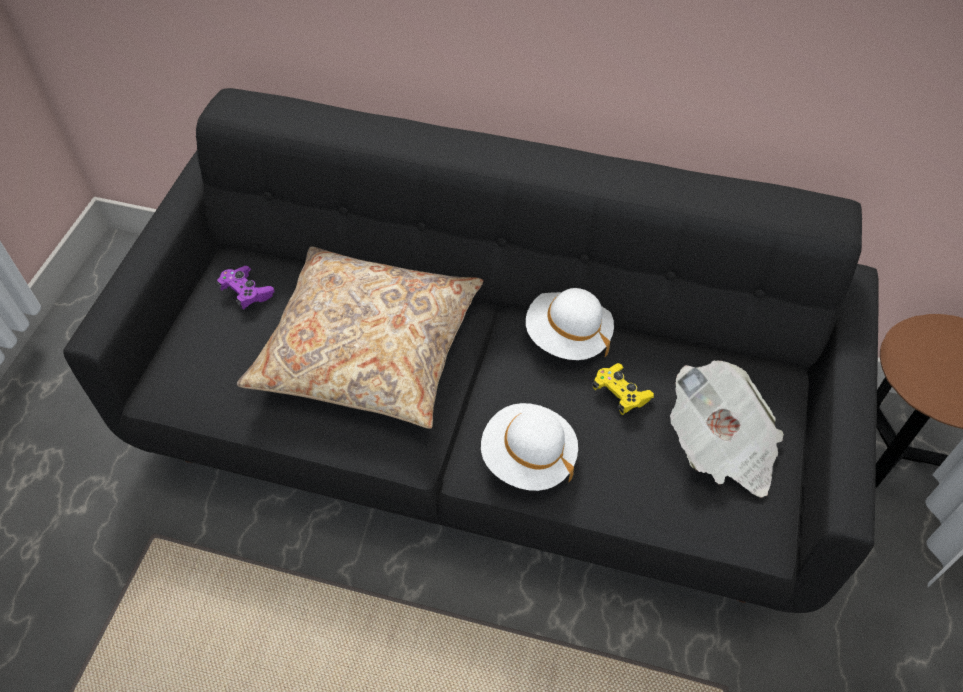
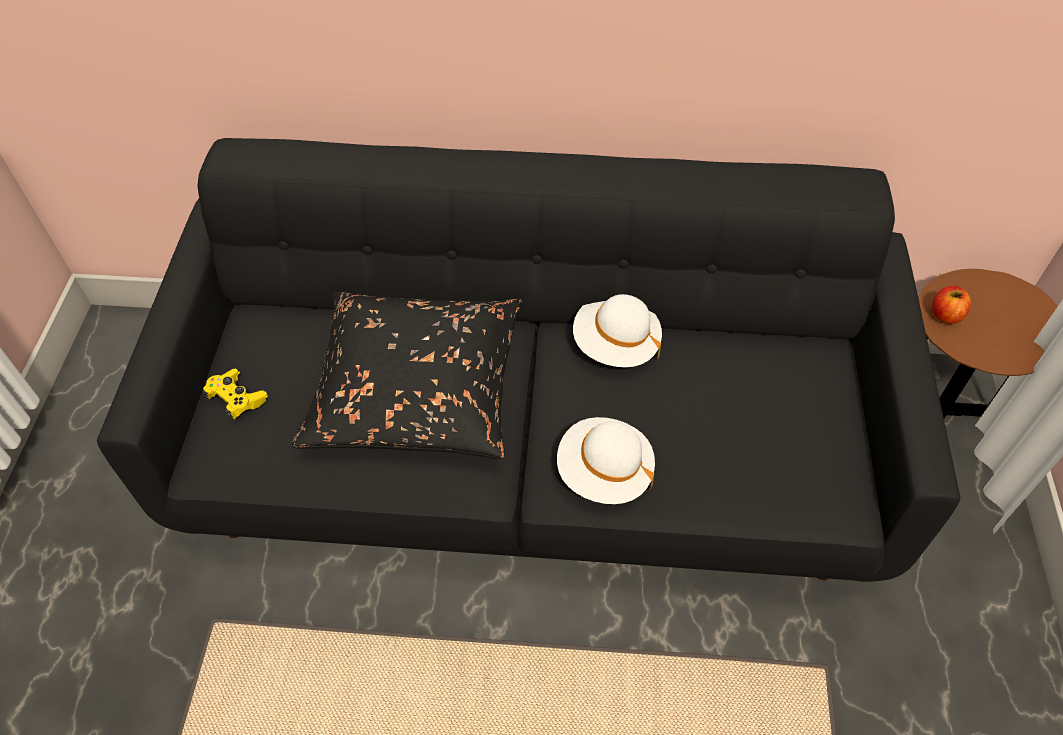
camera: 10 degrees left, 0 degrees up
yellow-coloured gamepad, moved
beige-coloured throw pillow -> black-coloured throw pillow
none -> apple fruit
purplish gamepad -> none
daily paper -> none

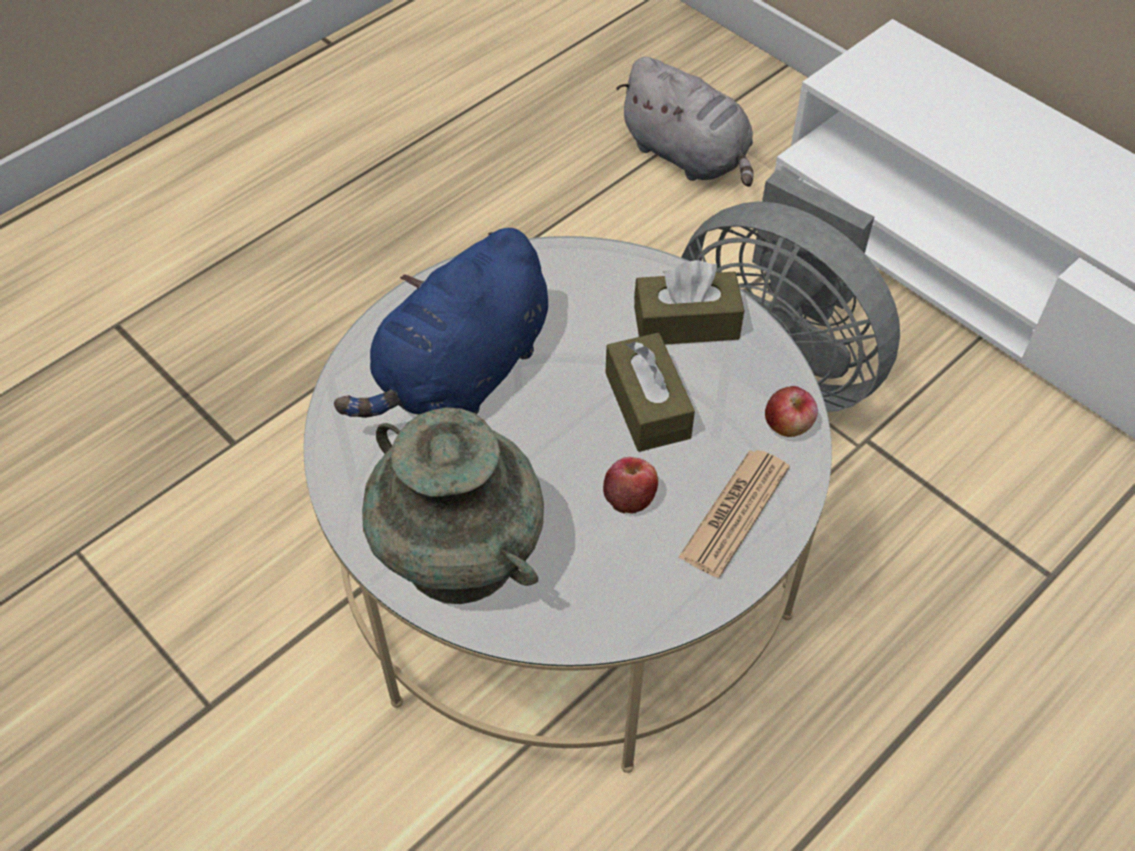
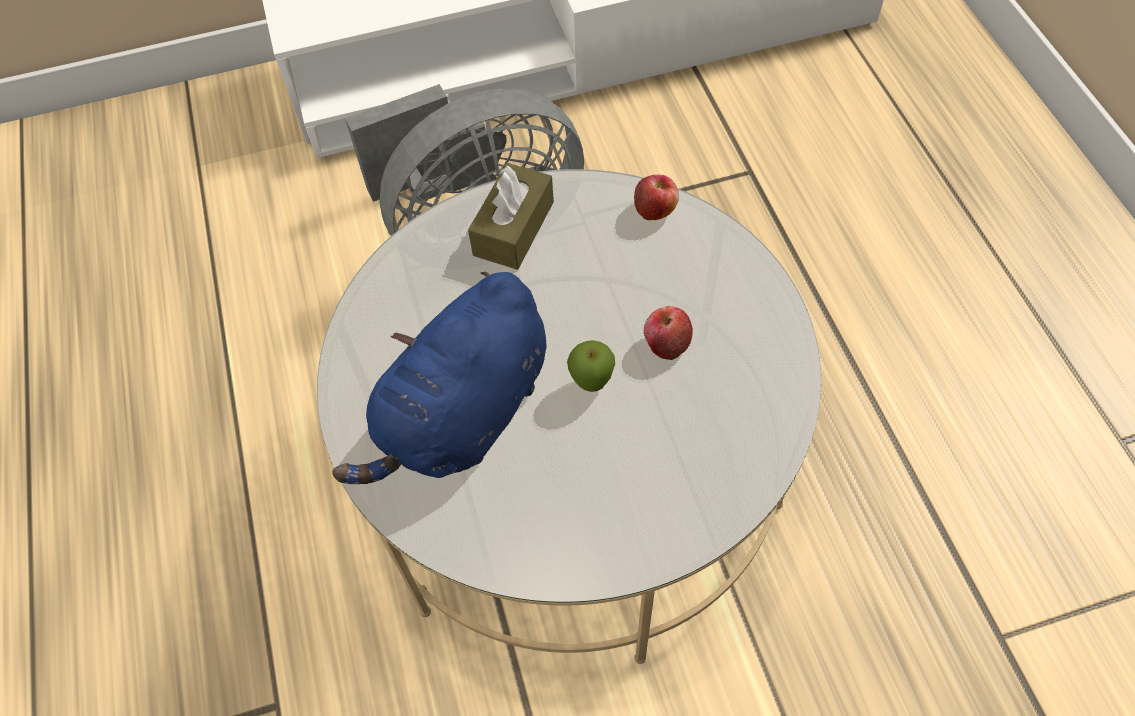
camera: 60 degrees left, 5 degrees up
bluish soft toy, 60 degrees clockwise
none -> apple fruit (1st from left)
turquoise-coloured decorative vase -> none
brown-coloured box of tissues (1st from left) -> none
grey soft toy -> none
daily paper -> none

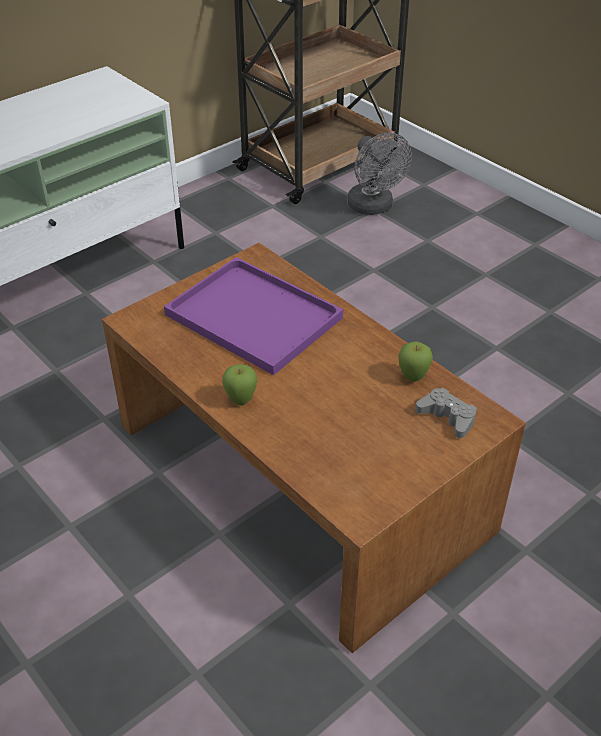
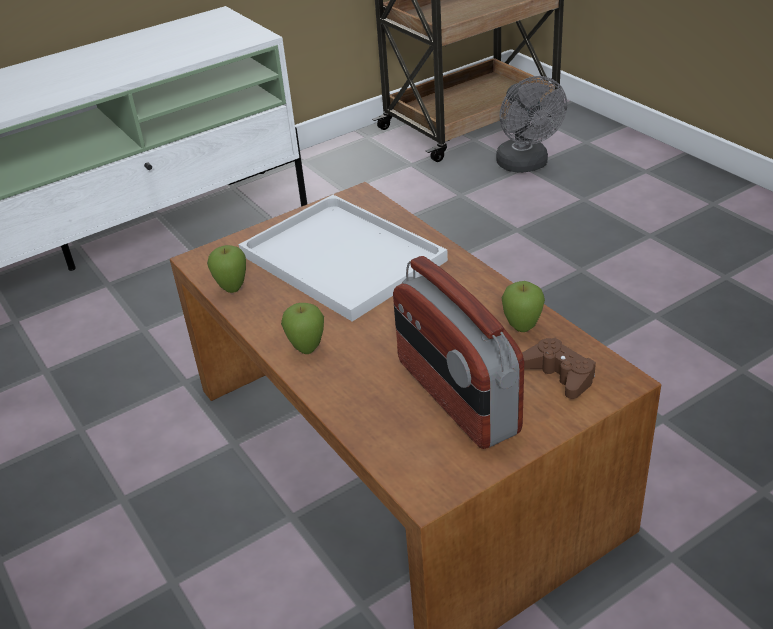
camera: 10 degrees right, 5 degrees down
none -> apple fruit (1st from left)
purplish tray -> white-coloured tray
none -> radio
grey gamepad -> brown-coloured gamepad

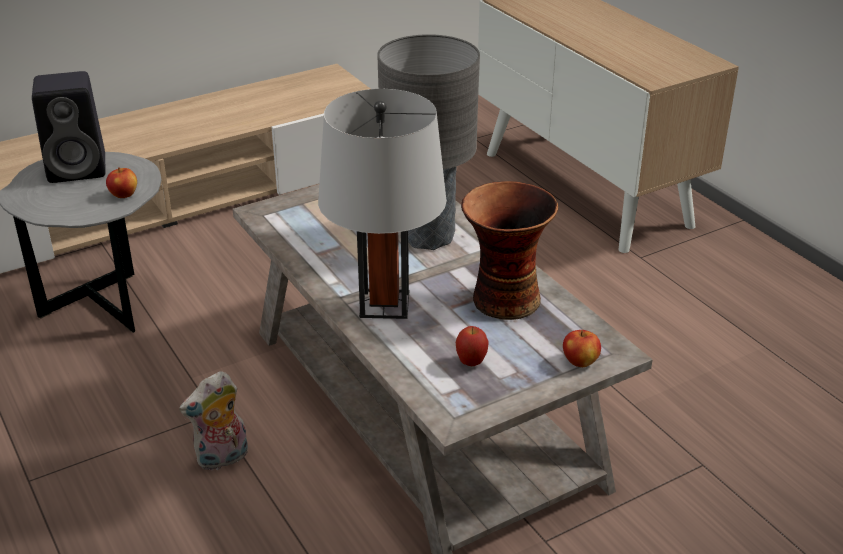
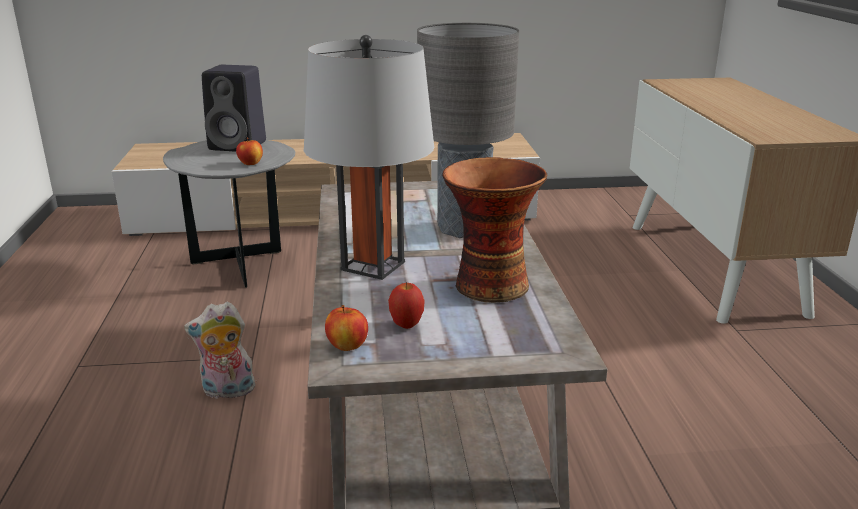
camera: 25 degrees right, 10 degrees down
apple fruit (3rd from left in the first image) -> apple fruit (2nd from left), moved

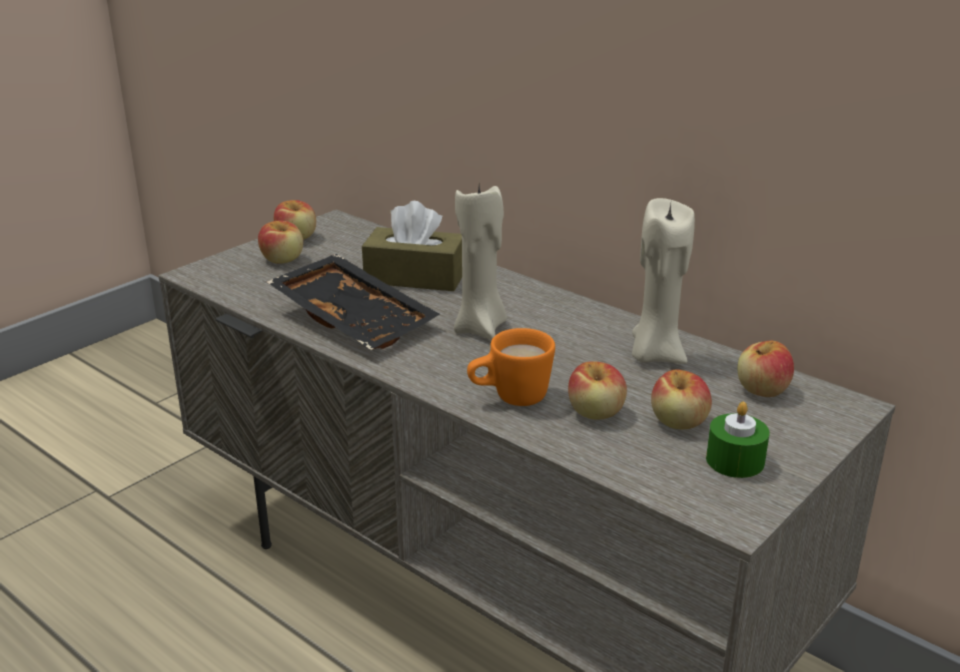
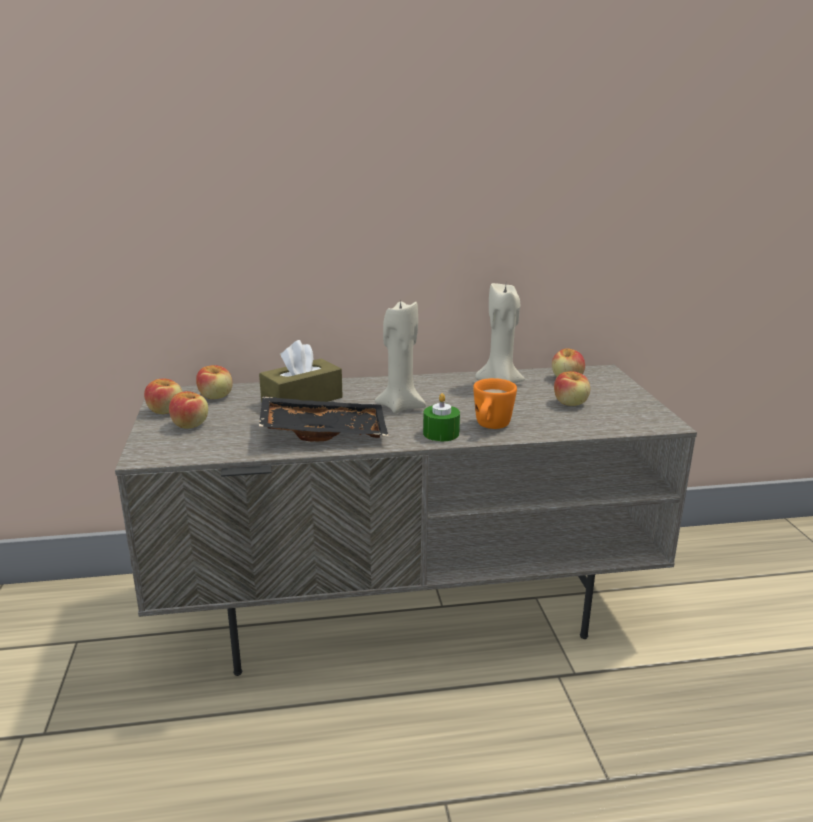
camera: 50 degrees left, 5 degrees down
apple fruit (3rd from left), moved
greenish wax candle, moved

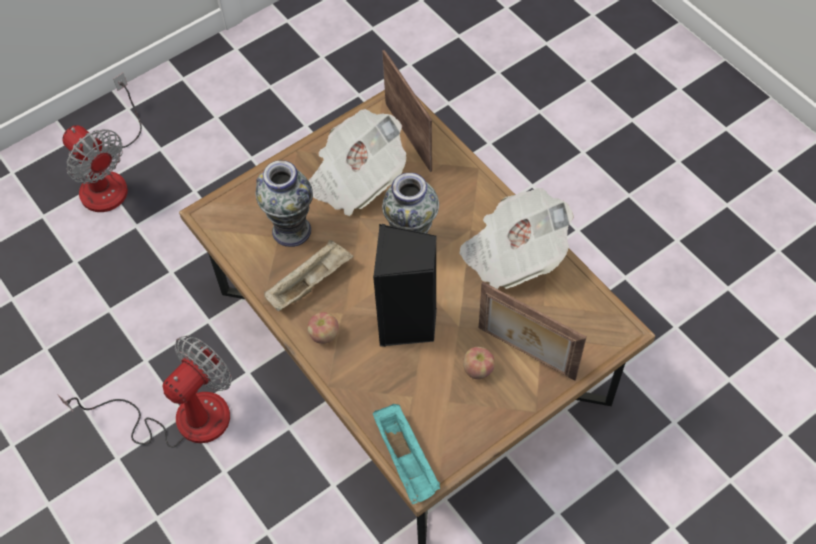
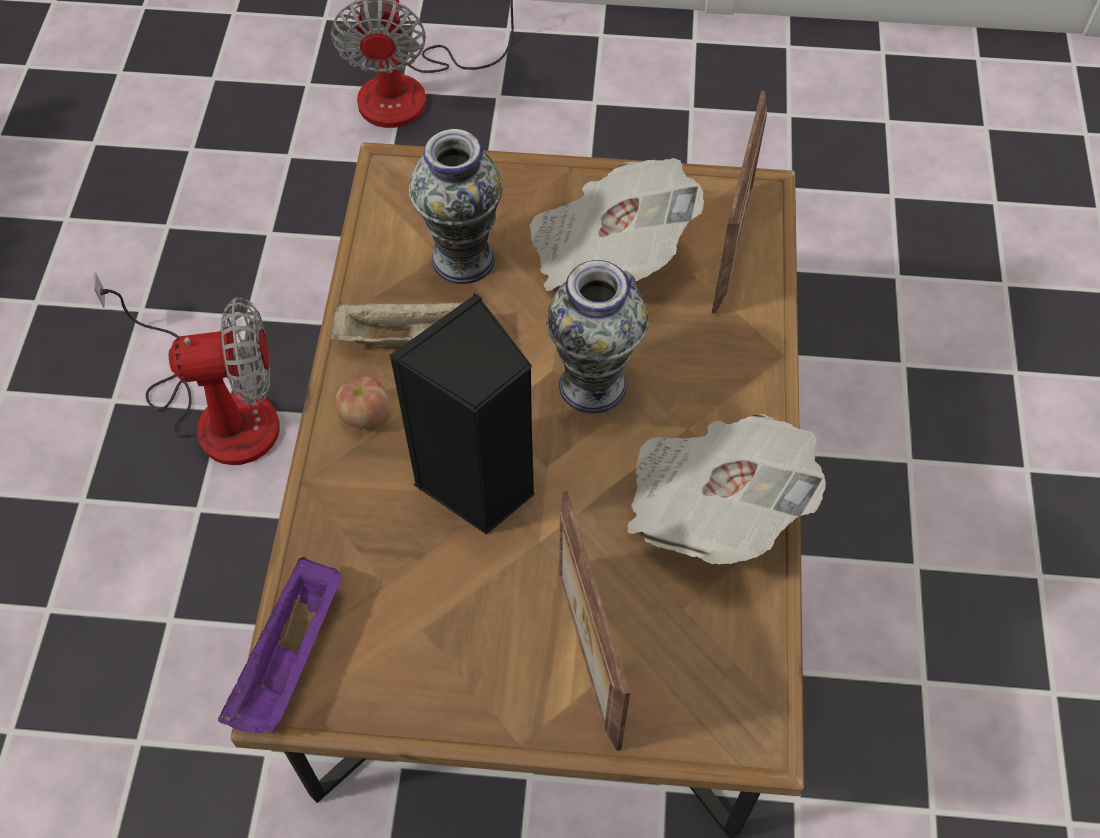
camera: 40 degrees right, 0 degrees up
turquoise-coloured tray -> purplish tray
apple fruit (2nd from left) -> none

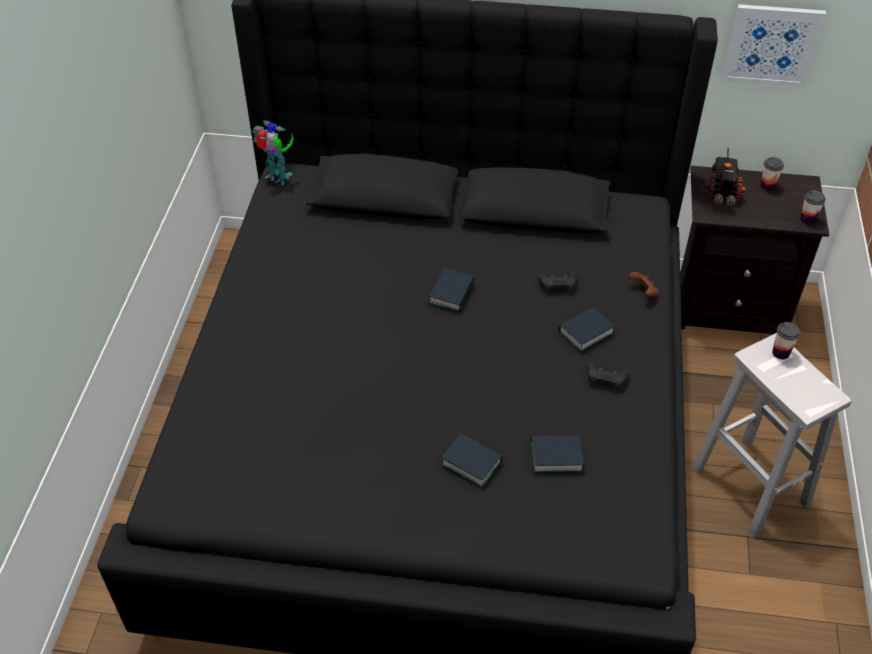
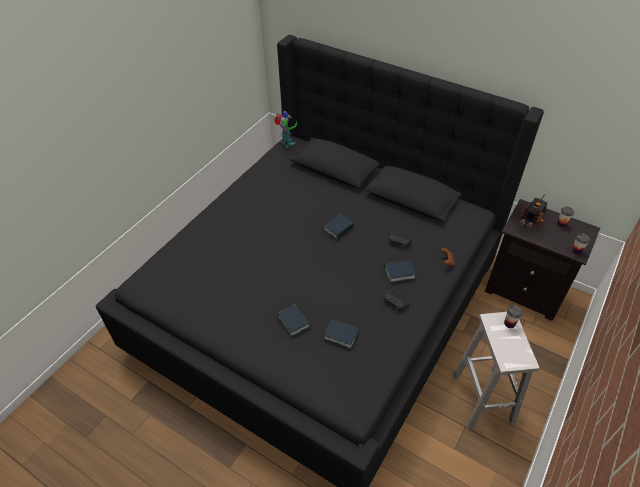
camera: 25 degrees right, 0 degrees up
wall picture -> none

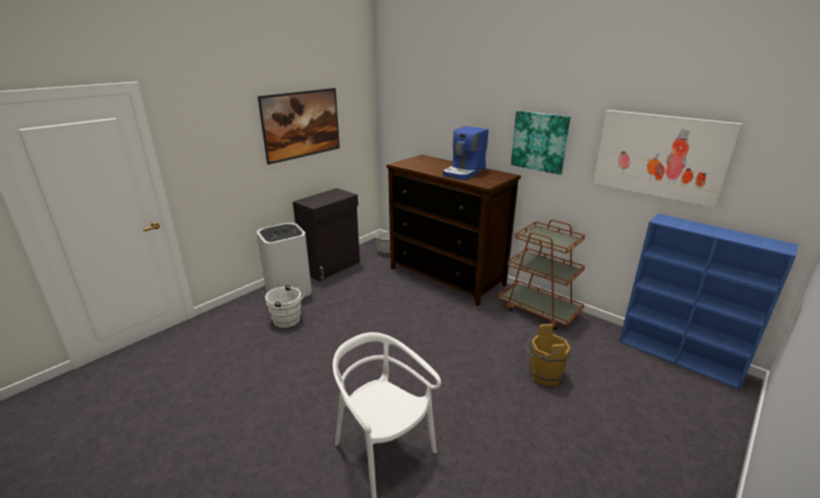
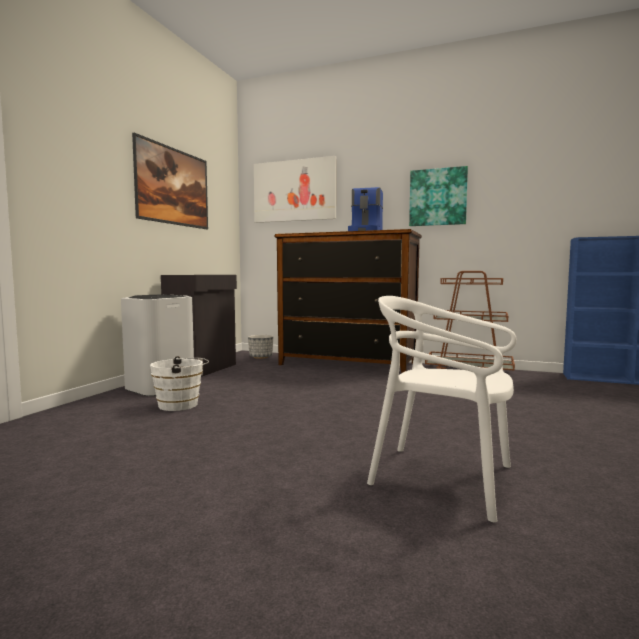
camera: 20 degrees left, 20 degrees down
wall picture (3rd from left in the first image) -> wall picture (2nd from left), moved
brown-coloured water bucket -> none

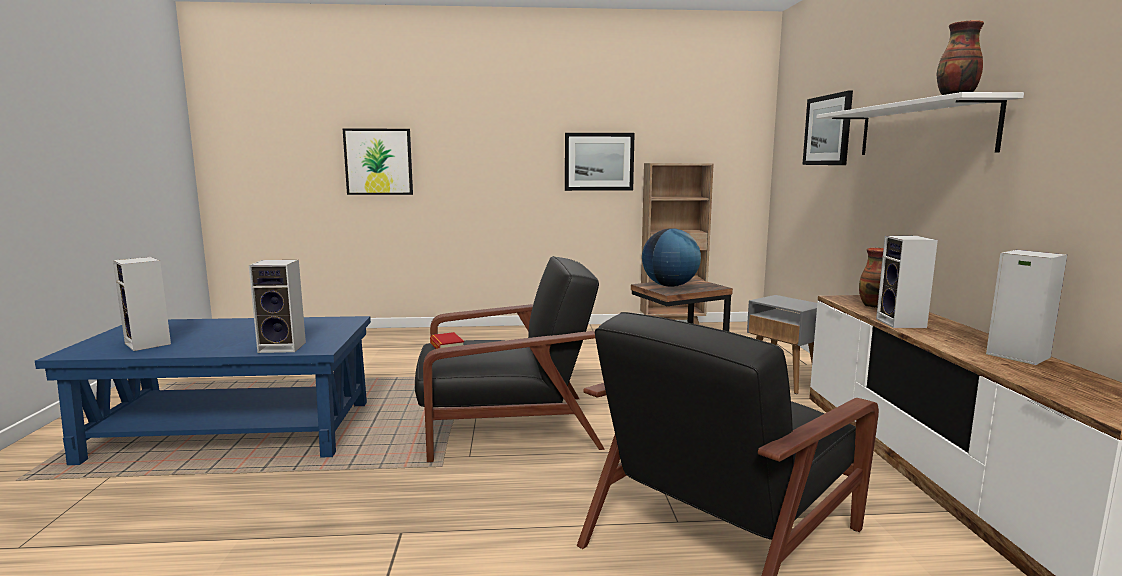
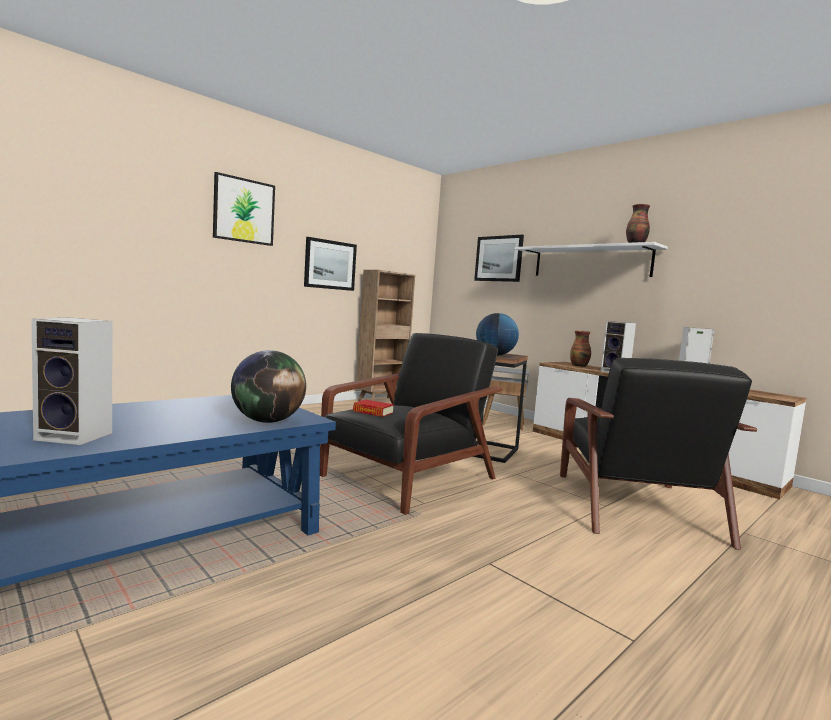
camera: 40 degrees left, 5 degrees down
wall picture (1st from left), moved
audio speaker (2nd from left) -> globe (1st from left)

